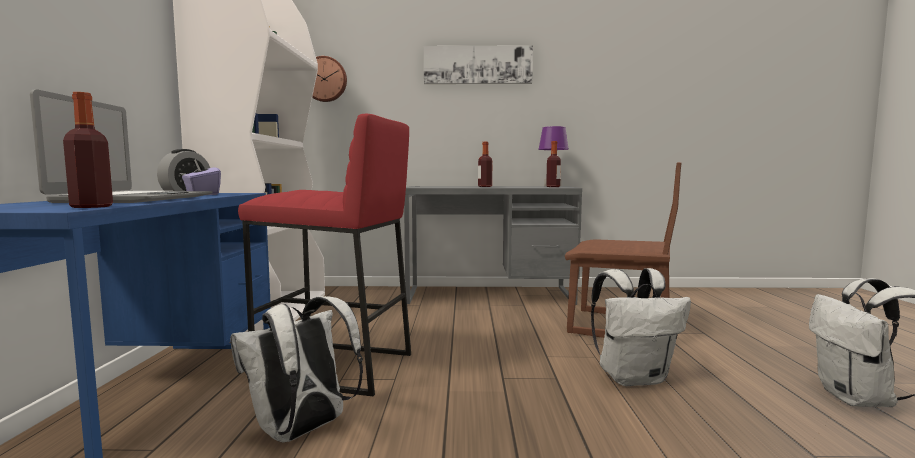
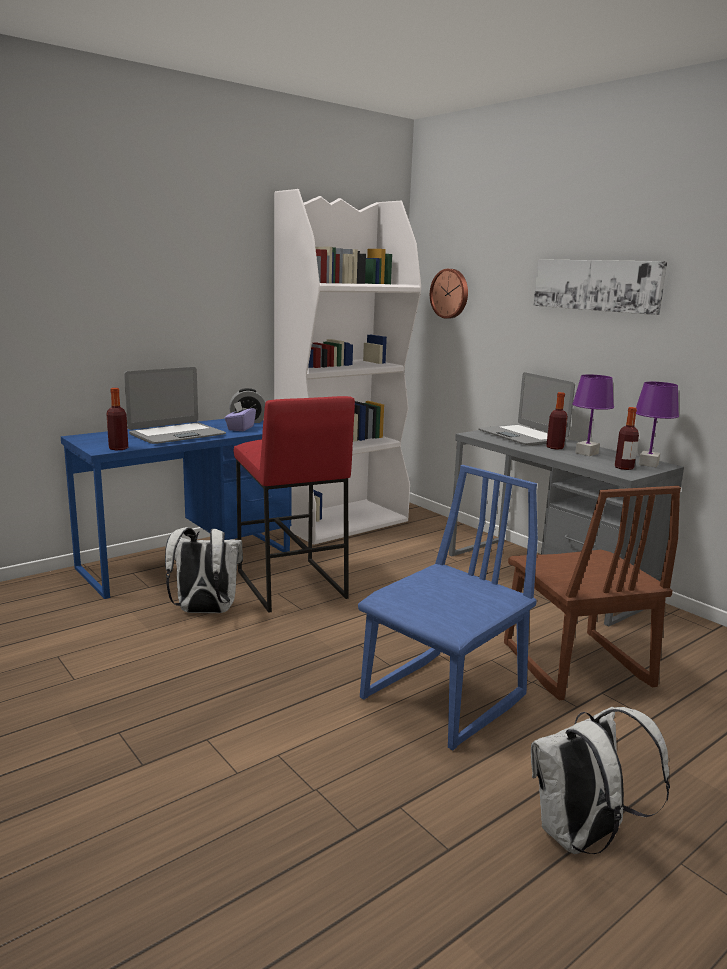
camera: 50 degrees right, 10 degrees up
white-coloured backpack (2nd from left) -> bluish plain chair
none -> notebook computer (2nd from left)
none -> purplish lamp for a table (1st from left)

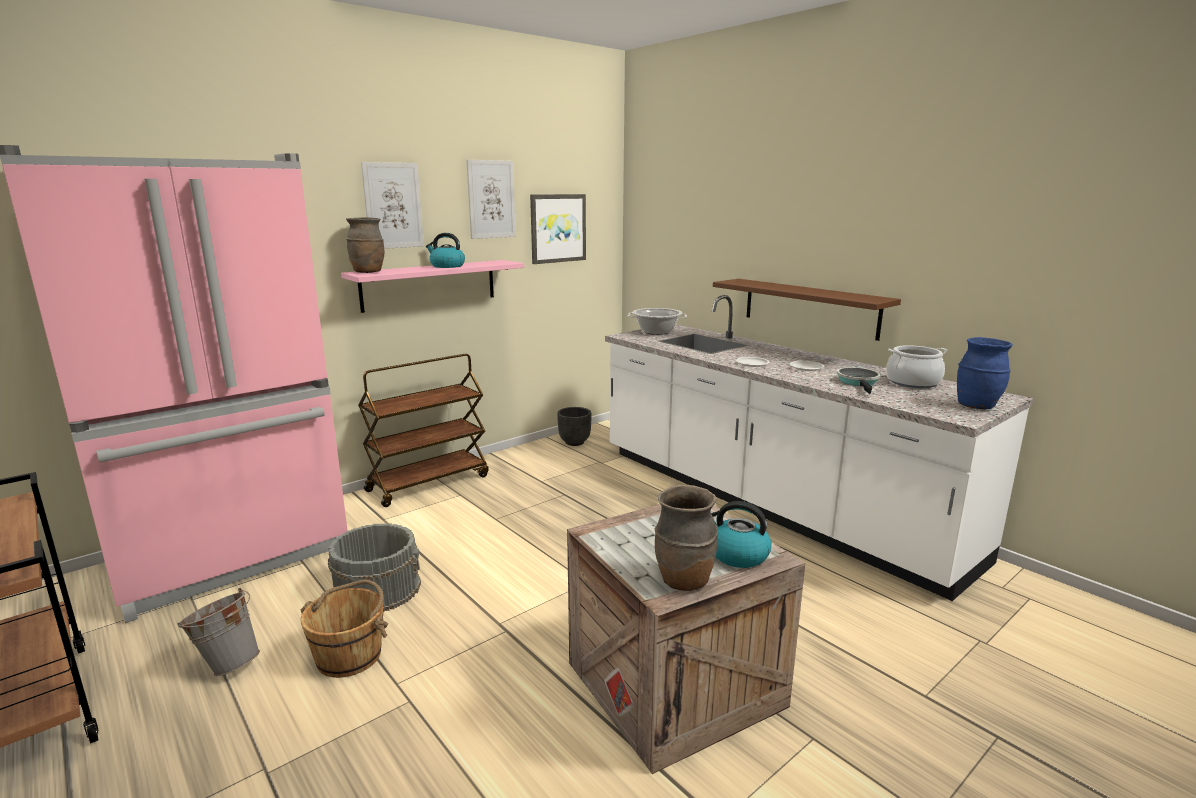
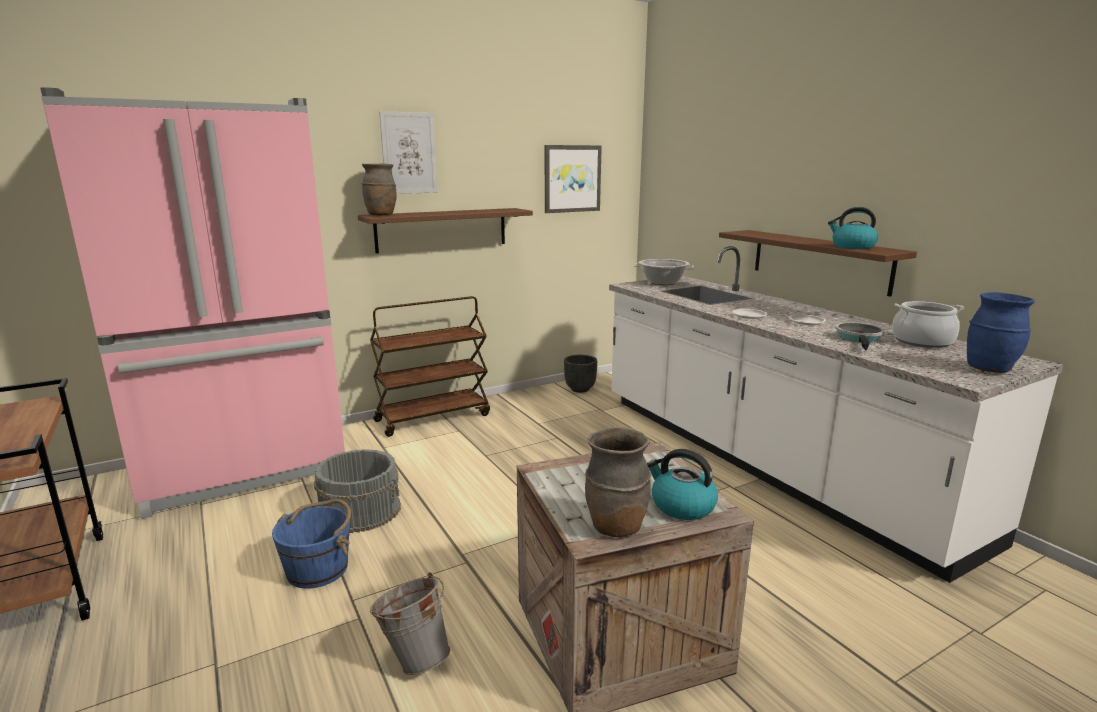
camera: 10 degrees right, 0 degrees up
brown-coloured water bucket -> bluish water bucket
pinkish shelf -> brown-coloured shelf (1st from left)
grey water bucket (1st from left in the first image) -> grey water bucket (2nd from left), moved
water kettle (1st from left in the first image) -> water kettle (2nd from left), moved
wall picture (2nd from left) -> none

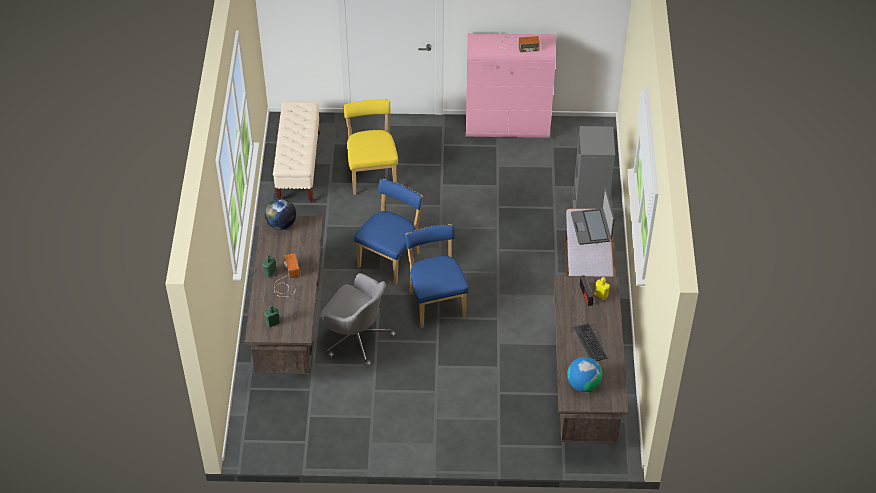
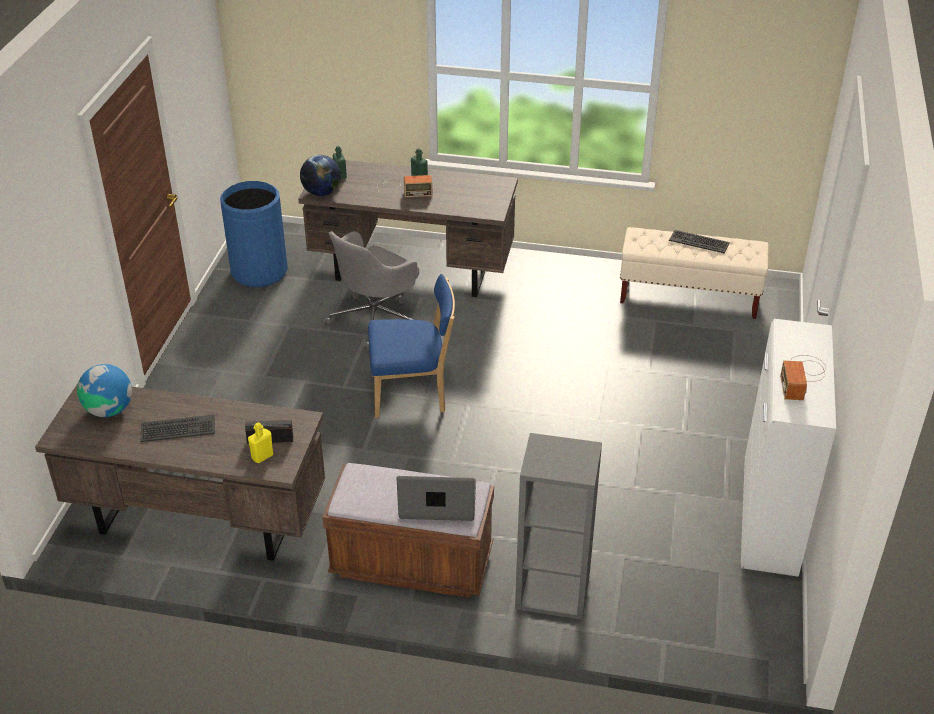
camera: 100 degrees right, 10 degrees down
none -> bluish trash can
globe (1st from left in the first image) -> globe (2nd from left), moved
none -> computer keyboard (2nd from left)
pinkish storage cabinet -> white-coloured storage cabinet
yellow-coloured plain chair -> none
bluish plain chair (1st from left) -> none

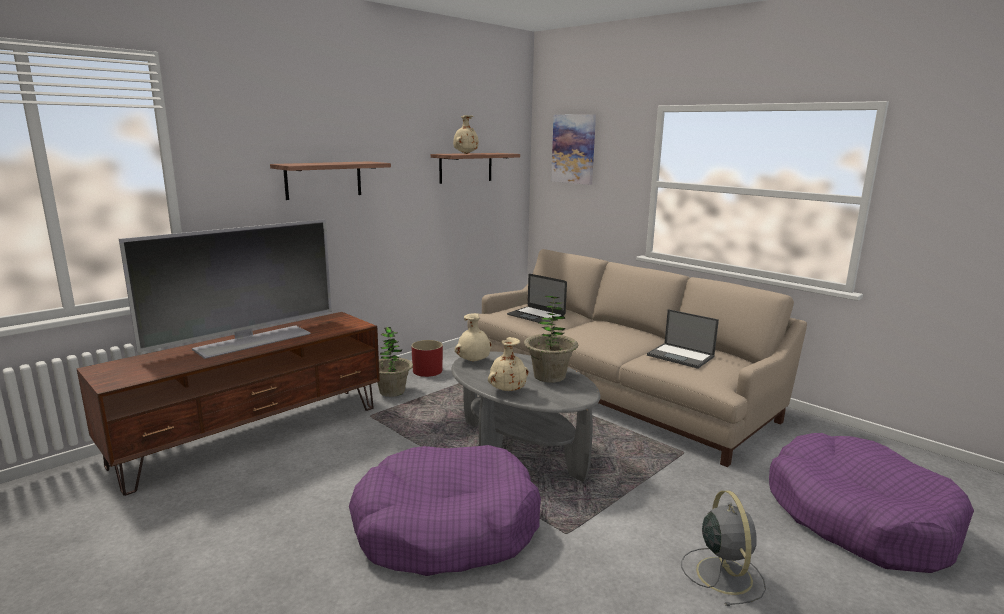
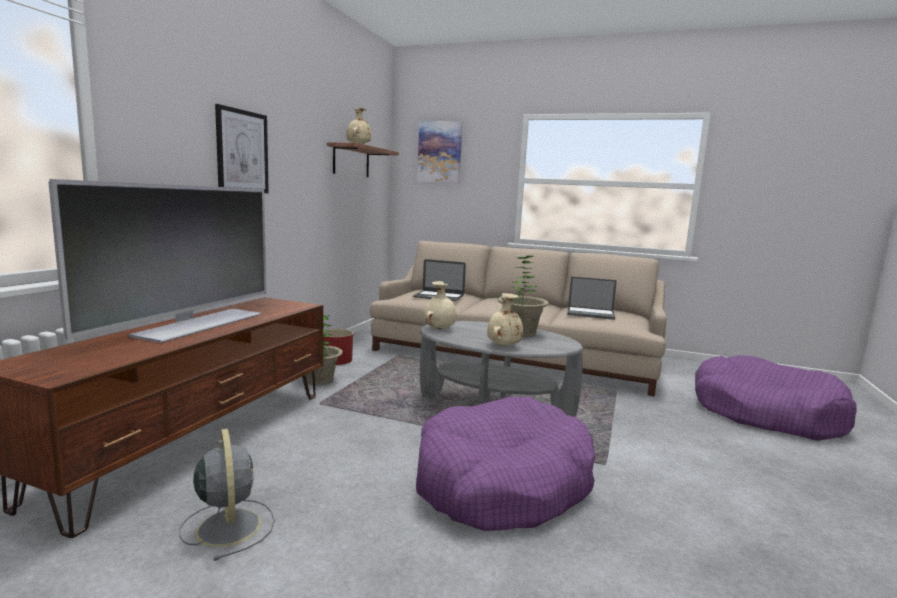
camera: 25 degrees left, 5 degrees down
grey electric fan, moved
shelf (1st from left) -> wall picture (1st from left)

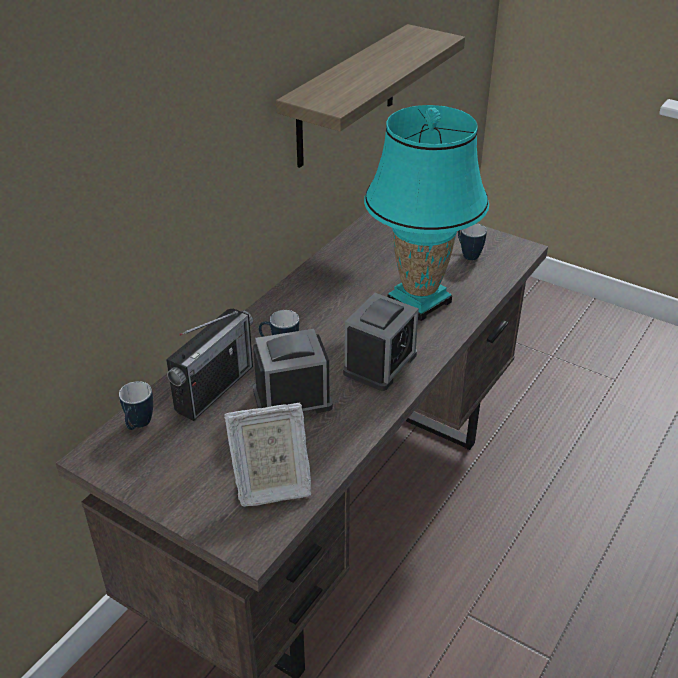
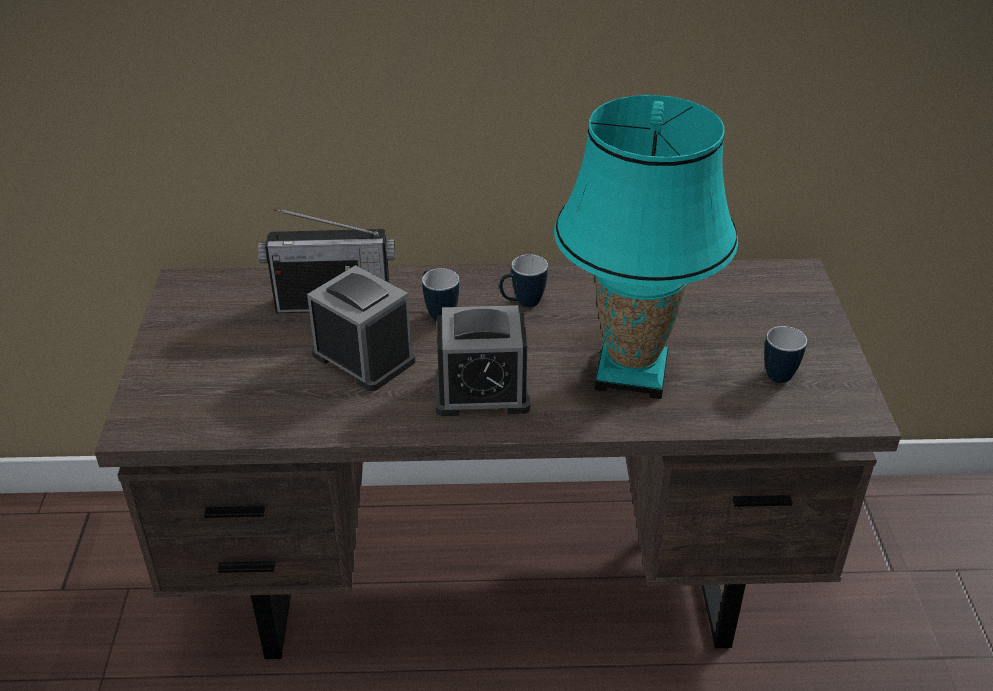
camera: 55 degrees right, 0 degrees up
coffee mug (1st from left in the first image) -> coffee mug (2nd from left), moved
photo frame -> none
shelf -> none

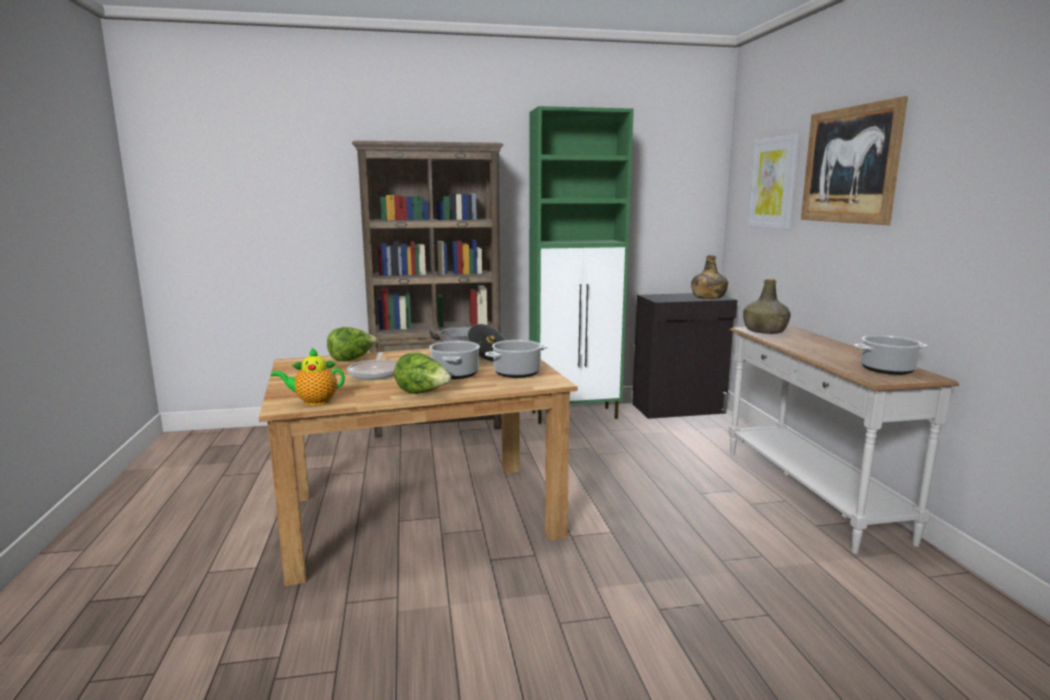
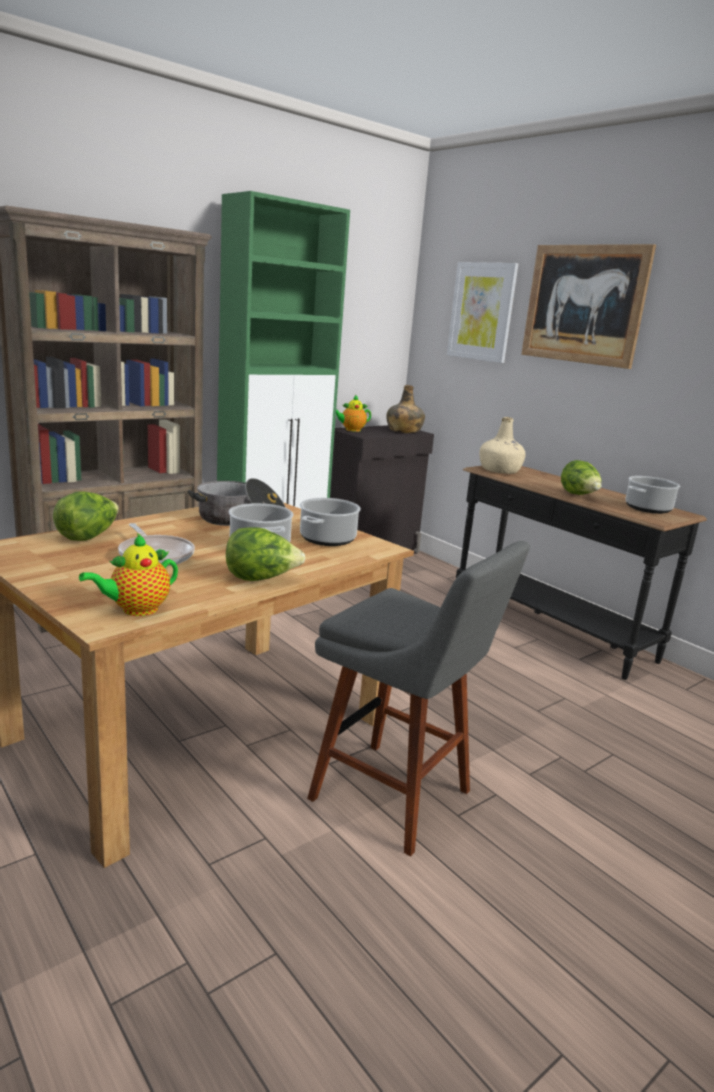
camera: 30 degrees left, 5 degrees up
none -> grey stool
none -> teapot (2nd from left)
white-coloured console table -> black-coloured console table
greenish bottle (2nd from left) -> beige-coloured bottle
none -> head of lettuce (3rd from left)

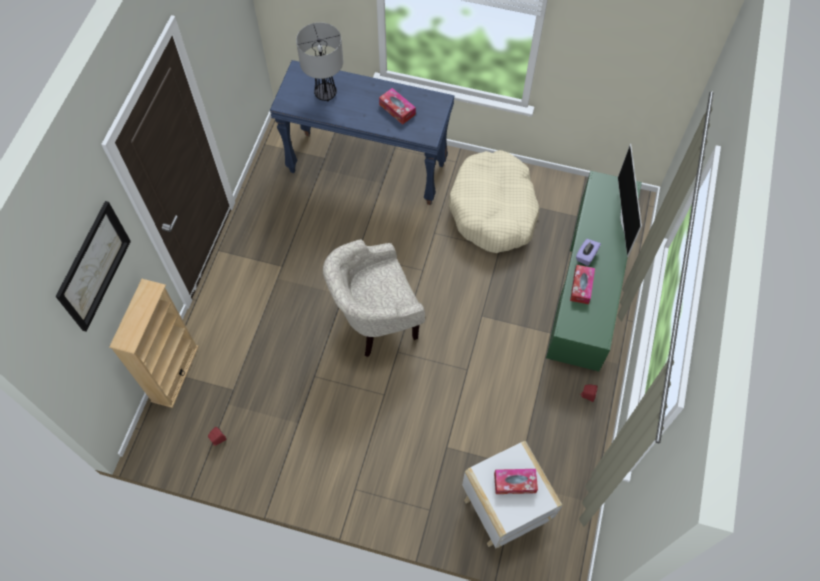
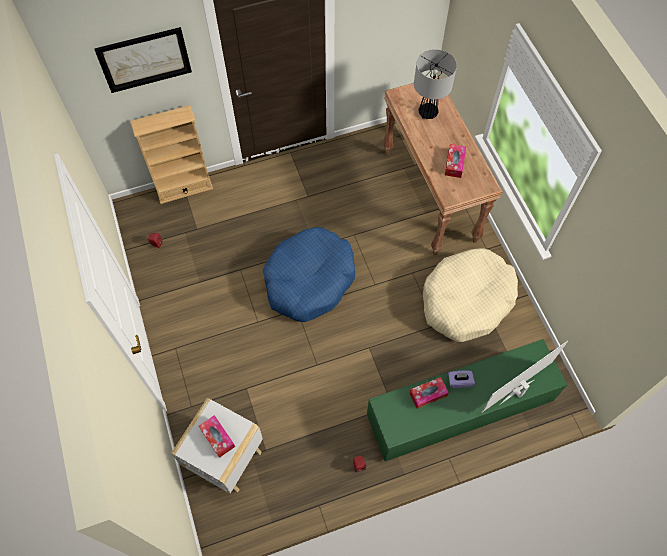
camera: 55 degrees right, 0 degrees up
beige-coloured armchair -> bluish pet bed
bluish console table -> brown-coloured console table

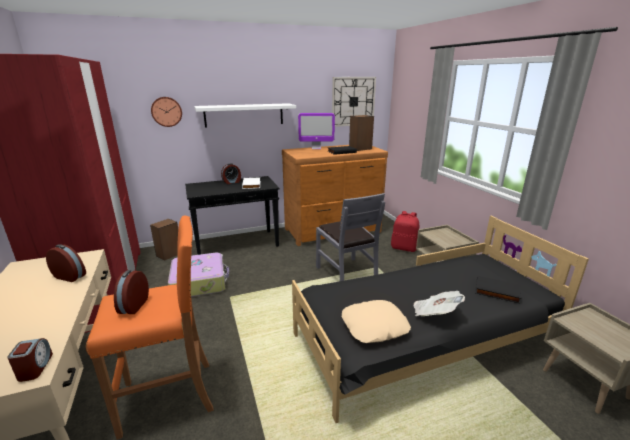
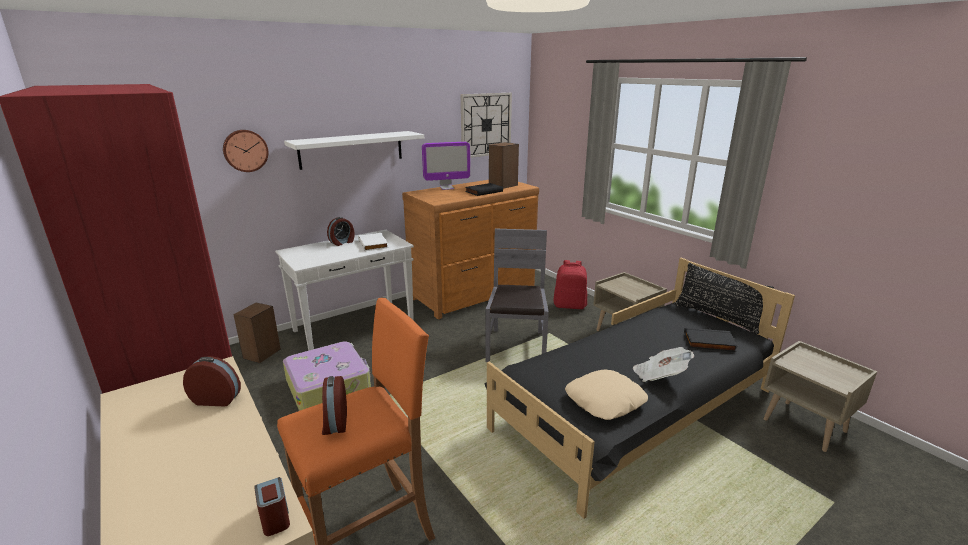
camera: 15 degrees left, 0 degrees up
black-coloured console table -> white-coloured console table
grey plain chair, 135 degrees counterclockwise
none -> black-coloured throw pillow

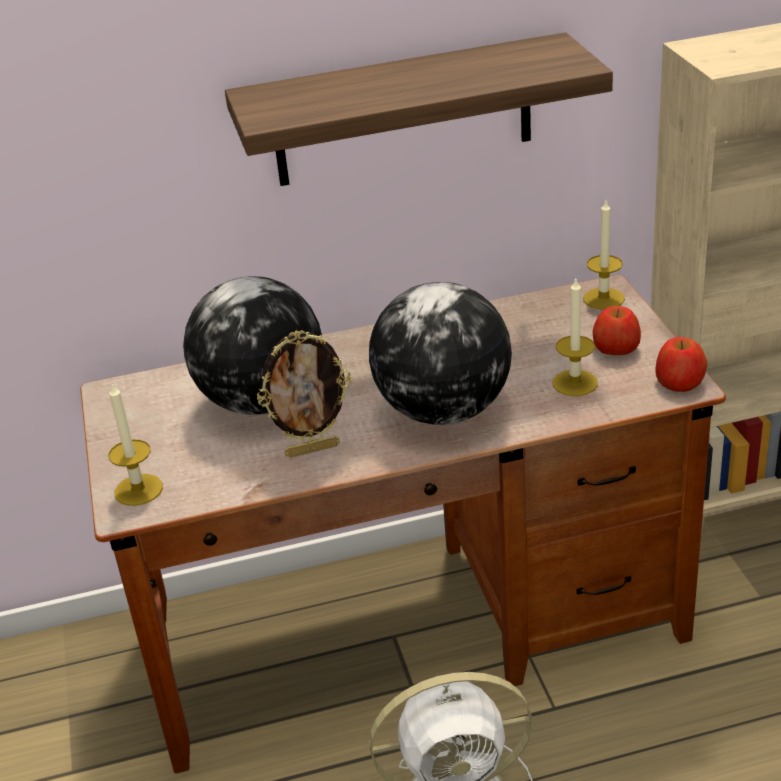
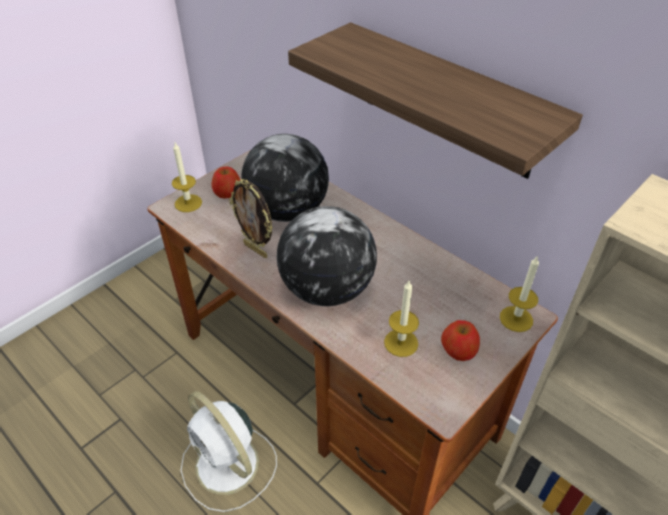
camera: 55 degrees right, 10 degrees up
apple fruit (2nd from left in the first image) -> apple fruit (1st from left), moved

